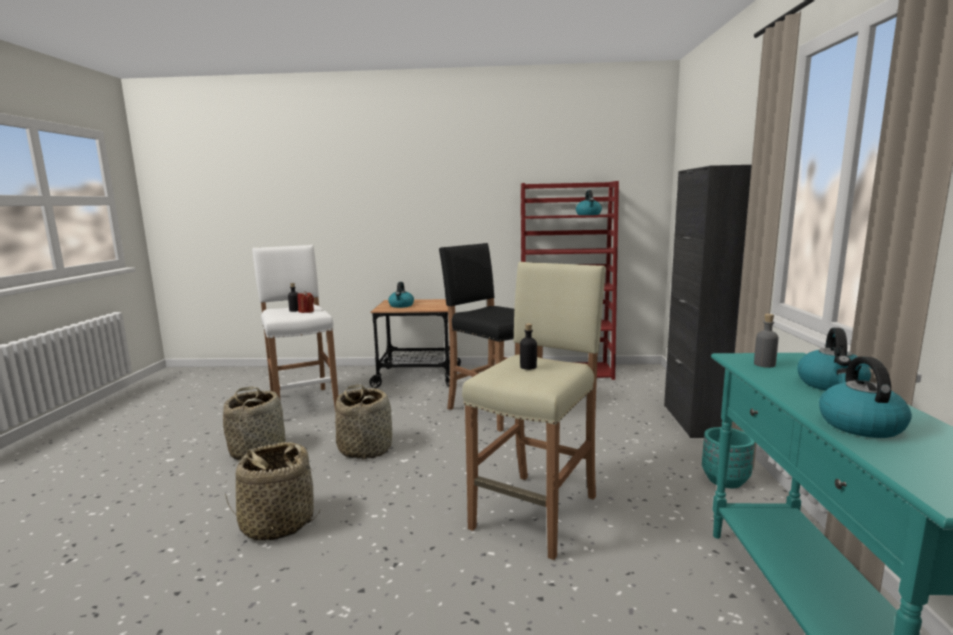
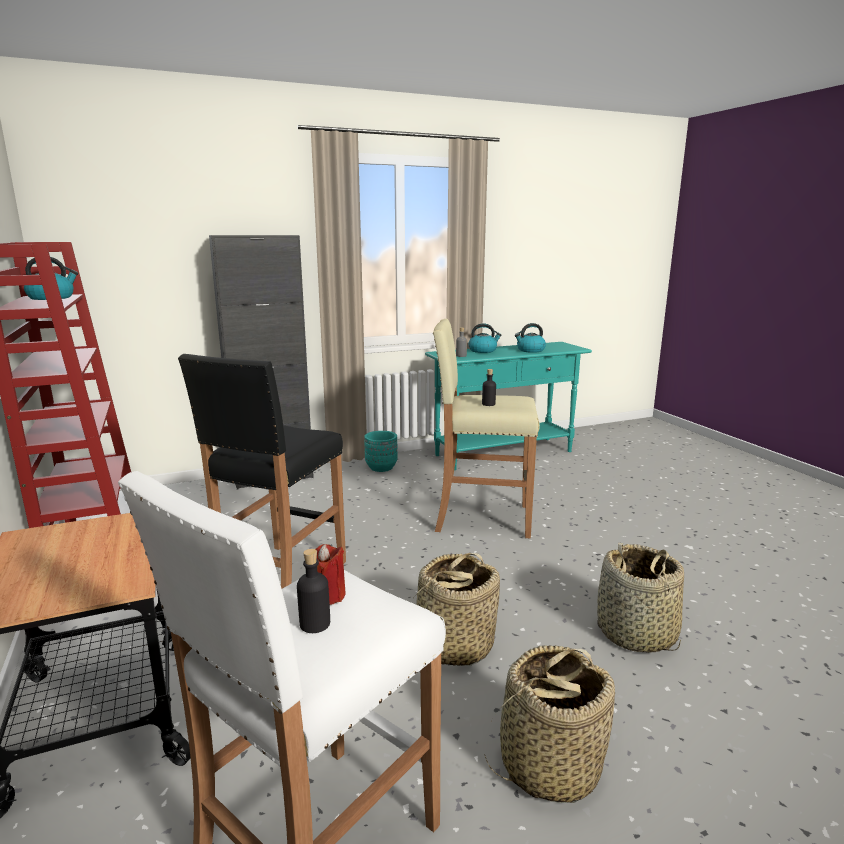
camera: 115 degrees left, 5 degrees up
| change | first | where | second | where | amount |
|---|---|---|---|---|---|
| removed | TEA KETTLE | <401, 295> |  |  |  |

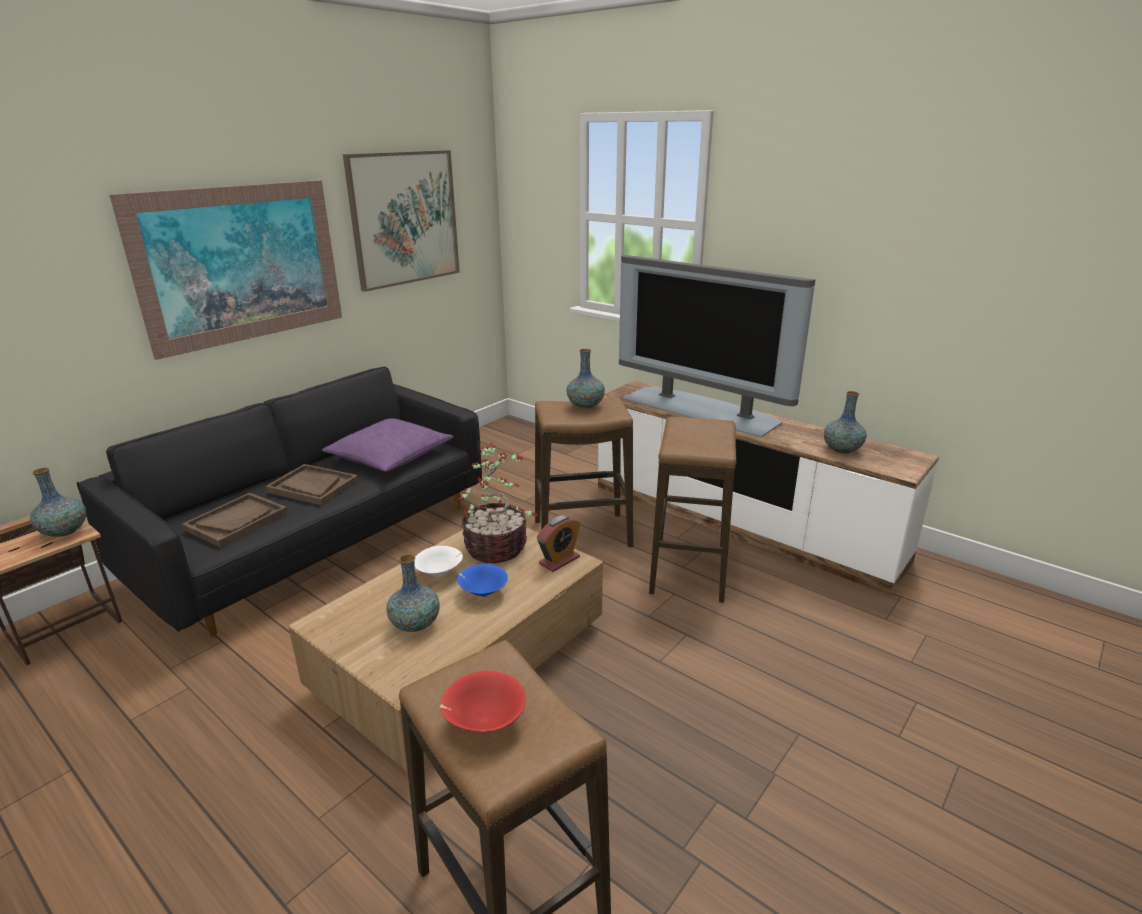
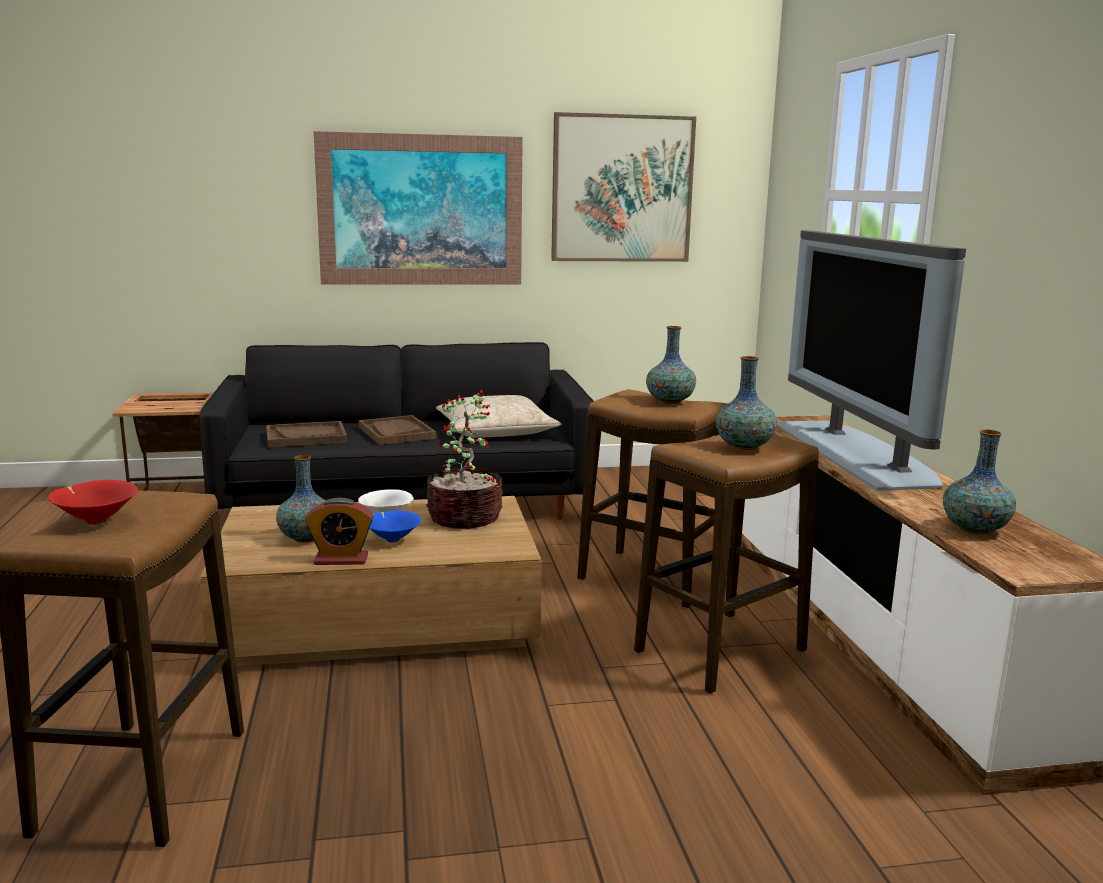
camera: 40 degrees right, 10 degrees down
| change | first | where | second | where | amount |
|---|---|---|---|---|---|
| moved | FLOWER VASE | <58, 502> |  | <746, 403> |  |
| recoloured | PURPLE PILLOW | <387, 445> | BEIGE PILLOW | <498, 416> |  |
| moved | TABLE CLOCK | <559, 543> |  | <339, 531> |  |

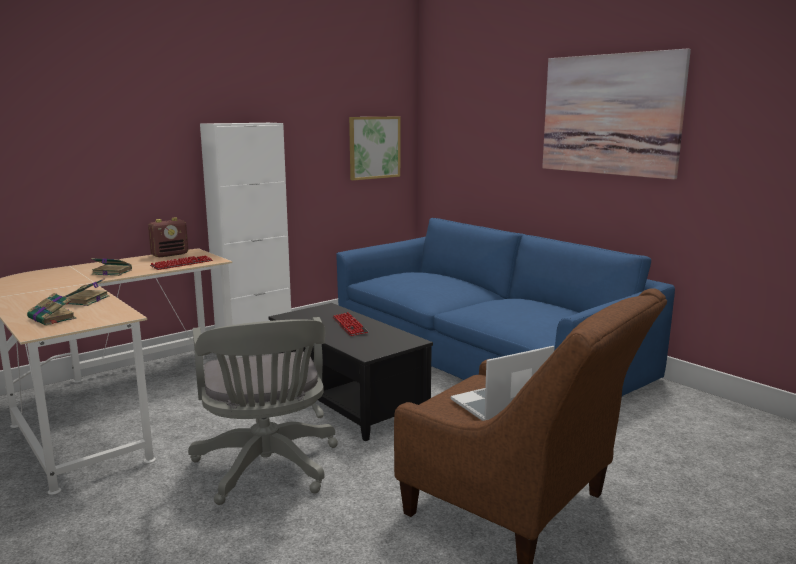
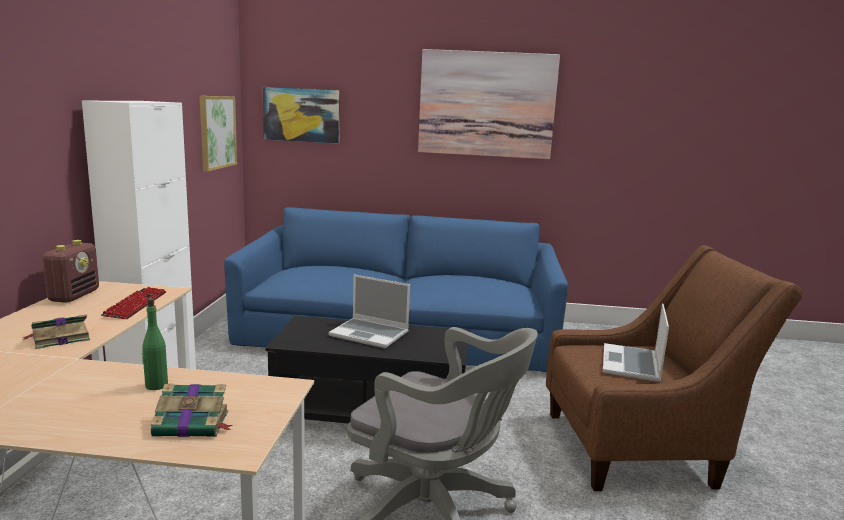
camera: 45 degrees left, 0 degrees up
| change | first | where | second | where | amount |
|---|---|---|---|---|---|
| replaced | BOOK | <86, 292> | GREENISH BEVERAGE BOTTLE | <155, 344> |  |
| replaced | COMPUTER KEYBOARD | <350, 324> | PORTABLE COMPUTER | <369, 311> |  |
| added |  |  | WALL PICTURE | <301, 115> |  |

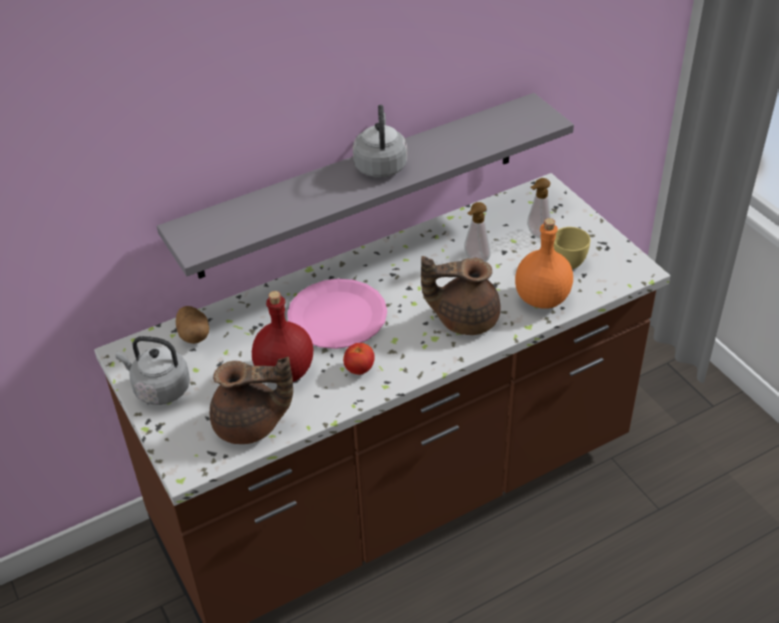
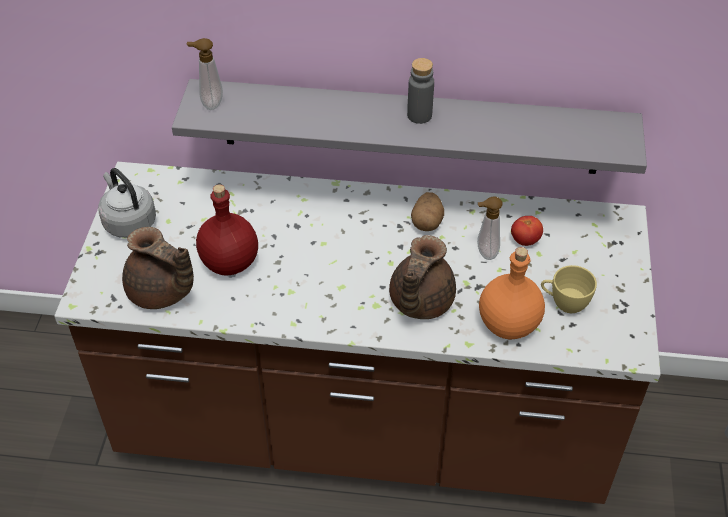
camera: 35 degrees right, 5 degrees up
| change | first | where | second | where | amount |
|---|---|---|---|---|---|
| moved | POTATO | <192, 325> |  | <427, 211> |  |
| removed | PINK-COLOURED DINNER PLATE | <337, 314> |  |  |  |
| moved | FRESH TOMATO | <359, 359> |  | <527, 231> |  |
| replaced | GRAY TEA KETTLE | <380, 141> | GRAY BEVERAGE BOTTLE | <420, 91> |  |
| turned | BROWN TEAPOT | <460, 295> |  | <422, 277> | 105 degrees counterclockwise |
| moved | SOAP BOTTLE | <539, 208> |  | <205, 74> |  |

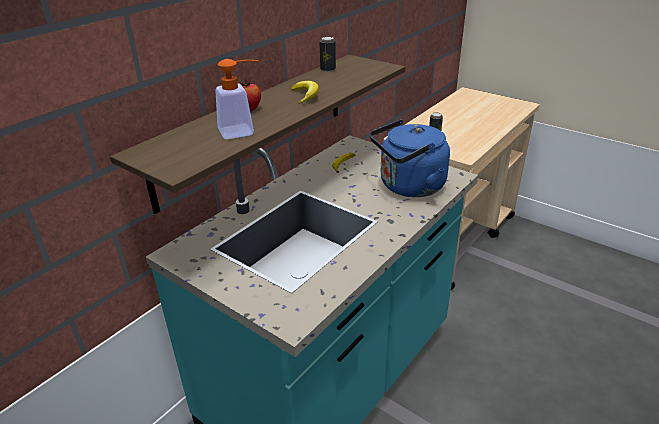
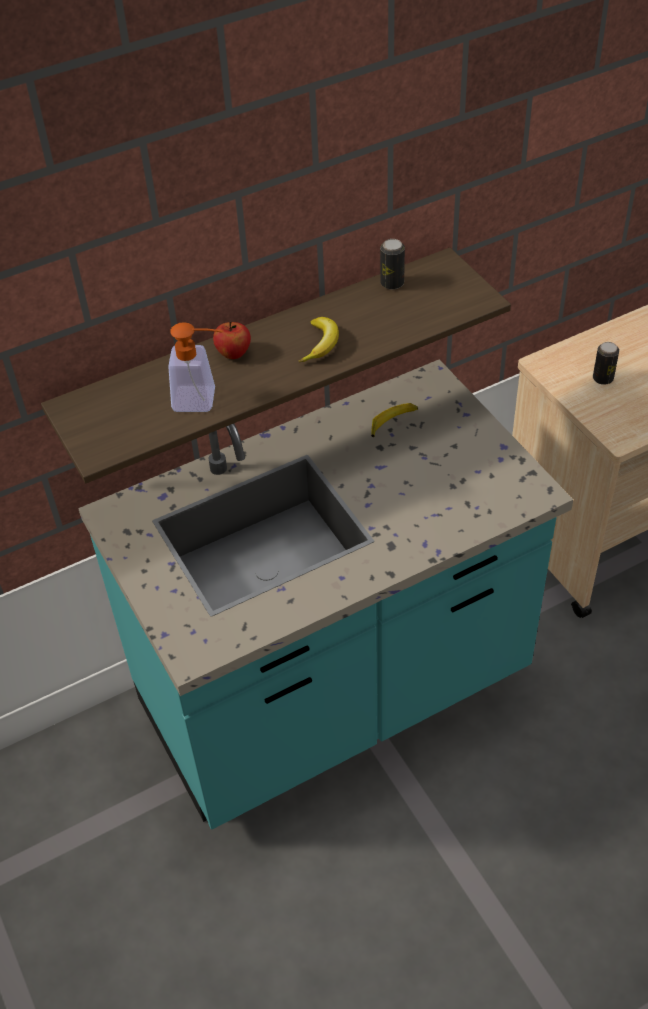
camera: 25 degrees right, 15 degrees up
| change | first | where | second | where | amount |
|---|---|---|---|---|---|
| removed | BLUISH TEA KETTLE | <409, 158> |  |  |  |

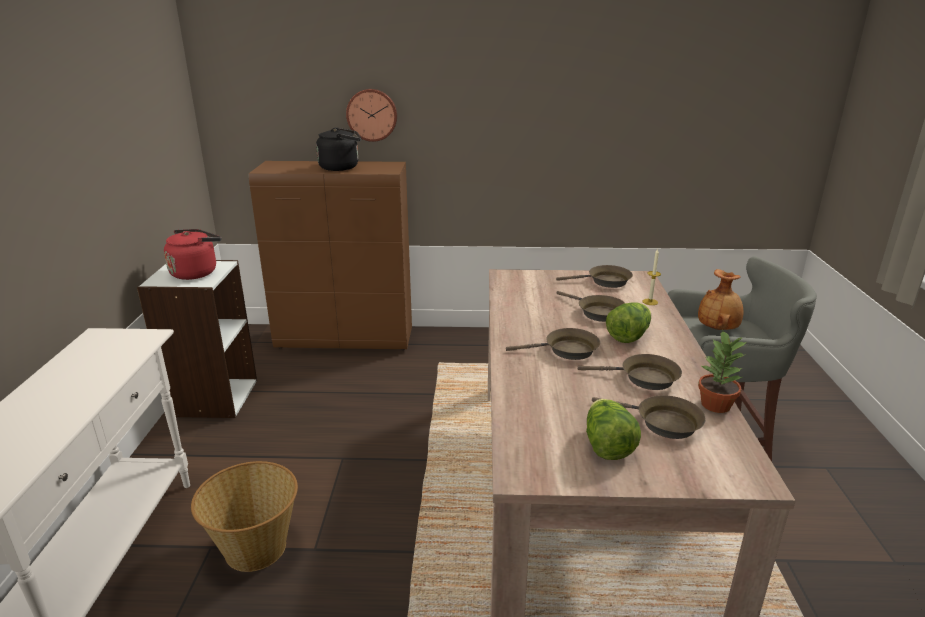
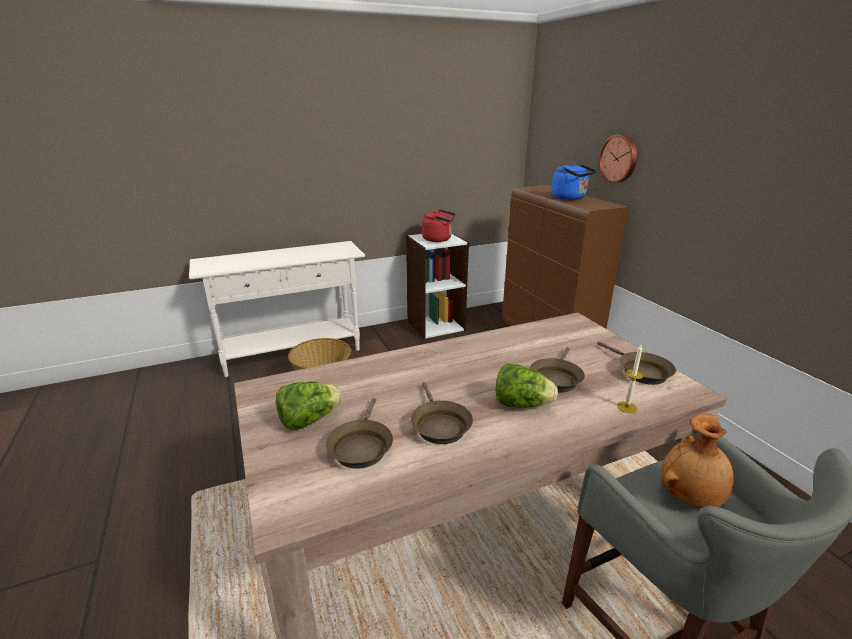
camera: 65 degrees right, 0 degrees up
| change | first | where | second | where | amount |
|---|---|---|---|---|---|
| recoloured | BLACK-COLOURED TEA KETTLE | <338, 149> | BLUISH TEA KETTLE | <574, 181> |  |
| removed | BROWN FRYING PAN | <553, 344> |  |  |  |
| removed | PLANT IN A POT | <722, 372> |  |  |  |

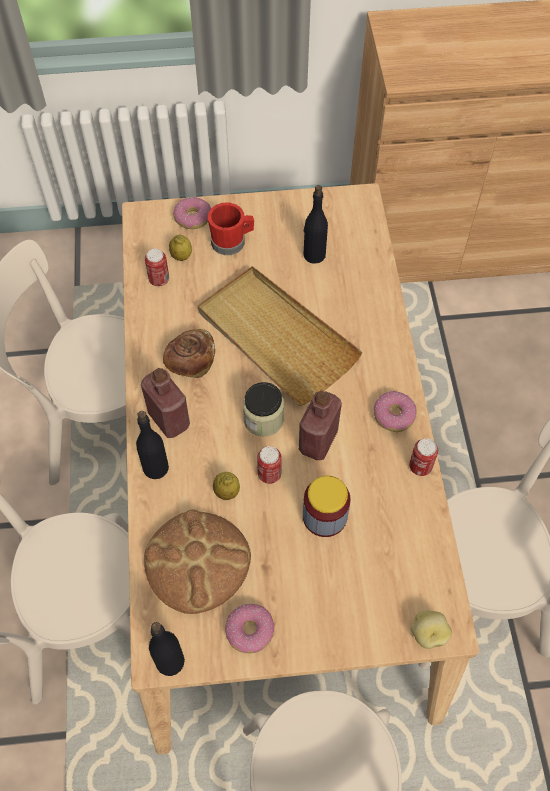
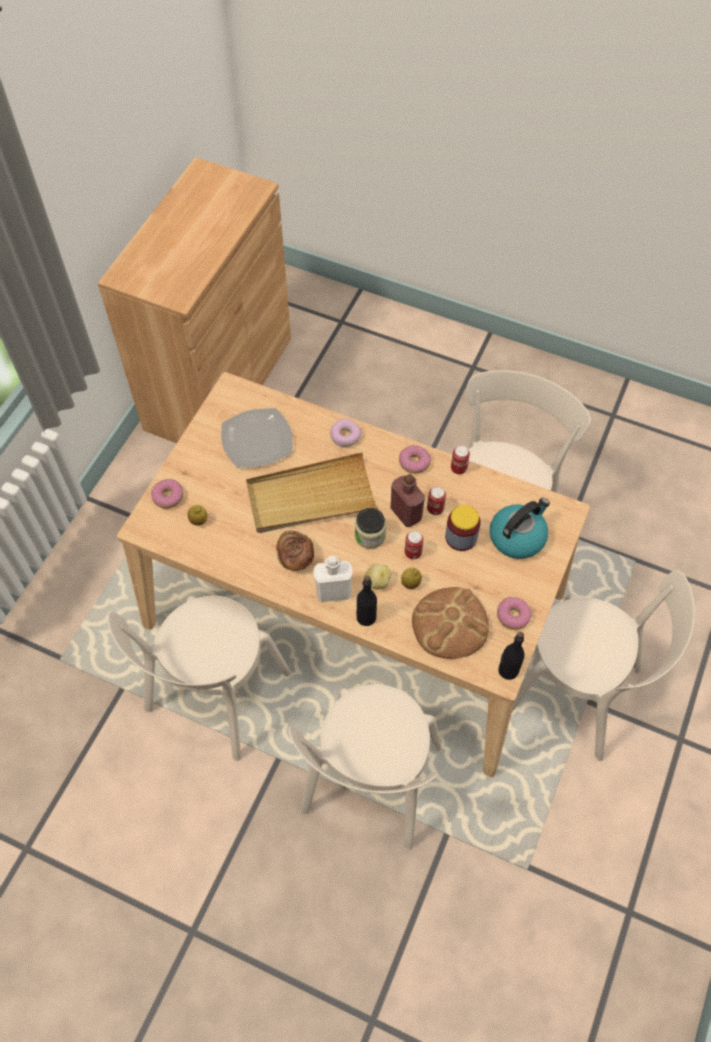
camera: 60 degrees left, 0 degrees up
| change | first | where | second | where | amount |
|---|---|---|---|---|---|
| recoloured | REDDISH BEVERAGE BOTTLE | <165, 403> | WHITISH BEVERAGE BOTTLE | <333, 579> |  |
| moved | SEALED CAN | <157, 267> |  | <436, 500> |  |
| removed | REDDISH TEA MUG | <231, 229> |  |  |  |
| replaced | BLACK-COLOURED BEVERAGE BOTTLE | <316, 224> | DINNER PLATE | <257, 438> |  |
| moved | POTATO | <431, 630> |  | <377, 577> |  |
| added |  |  | RING DOUGHNUT | <346, 433> |  |
| added |  |  | TEA KETTLE | <520, 528> |  |

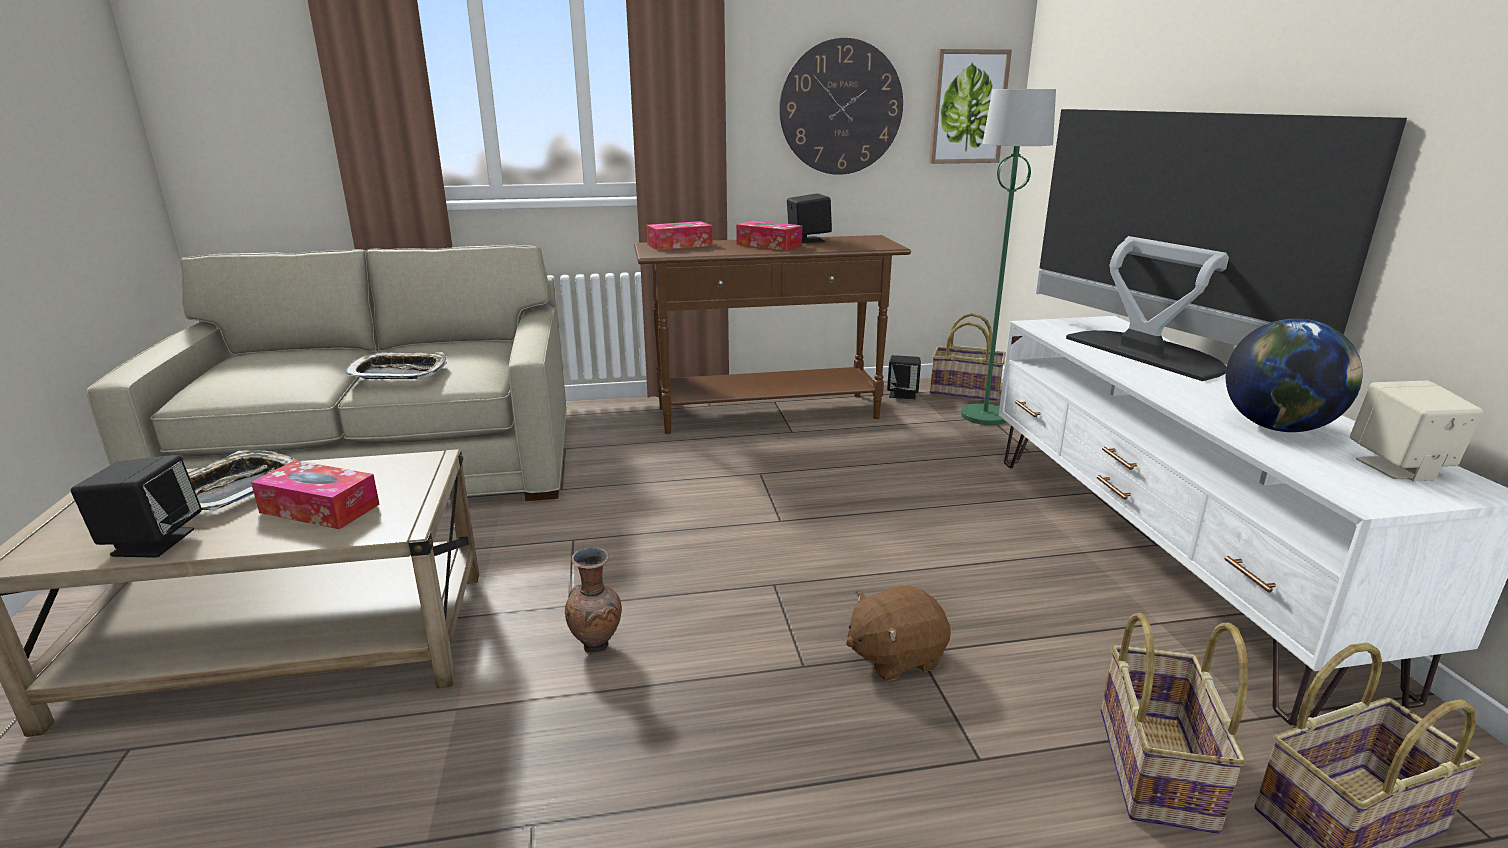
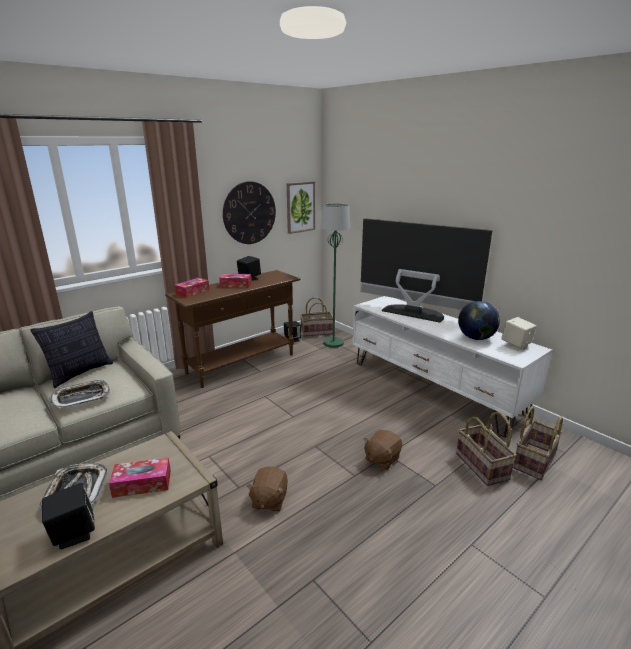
camera: 30 degrees left, 0 degrees up
| change | first | where | second | where | amount |
|---|---|---|---|---|---|
| replaced | BROWN FLOWER VASE | <593, 600> | BROWN CUDDLY TOY | <267, 489> |  |
| added |  |  | PILLOW | <71, 349> |  |

